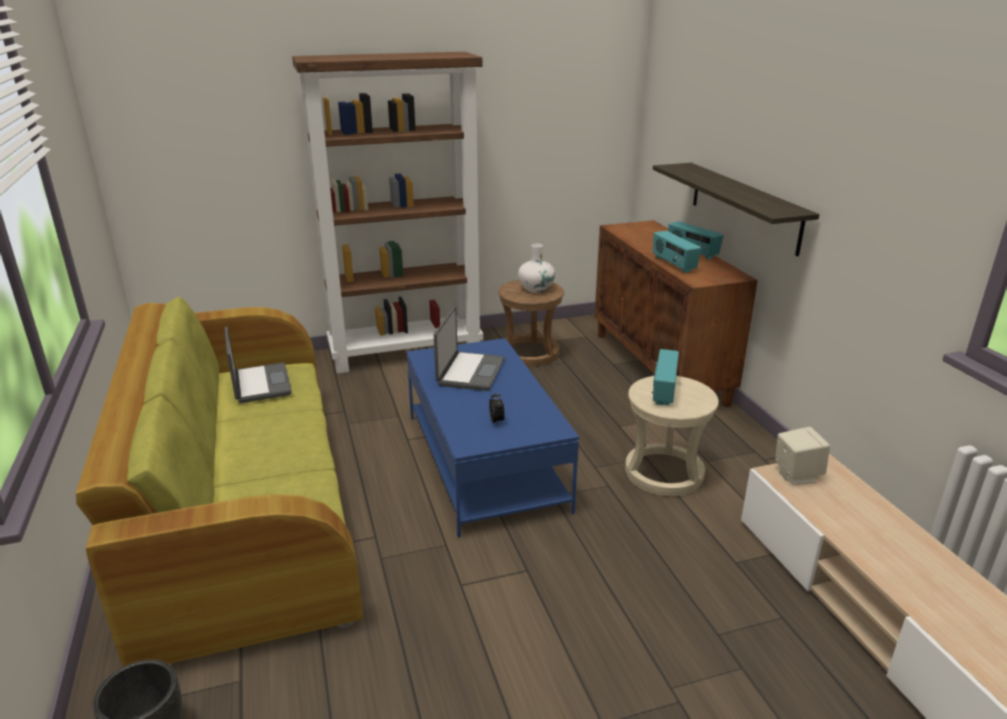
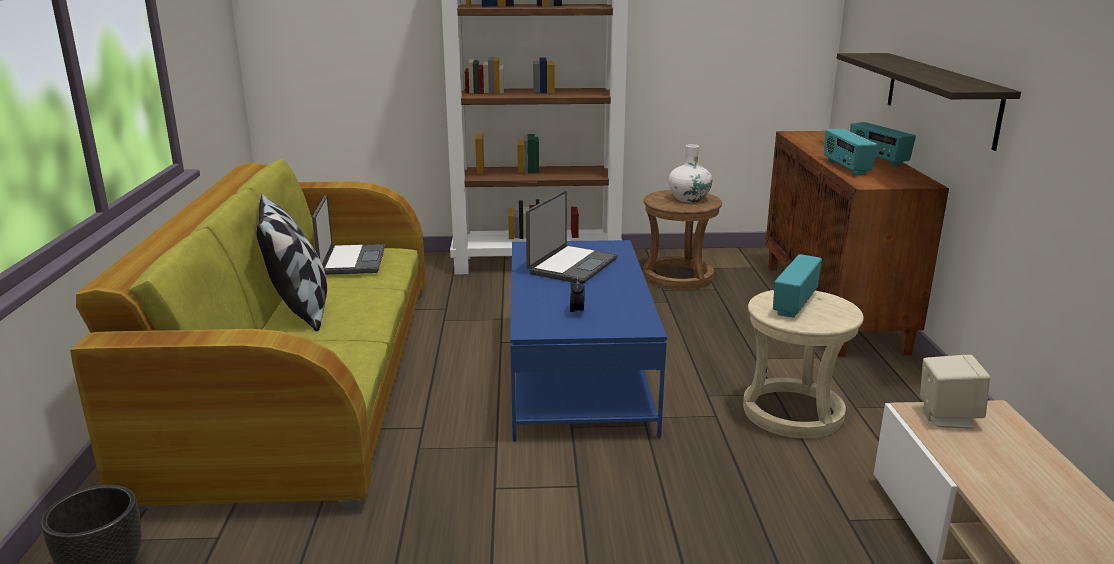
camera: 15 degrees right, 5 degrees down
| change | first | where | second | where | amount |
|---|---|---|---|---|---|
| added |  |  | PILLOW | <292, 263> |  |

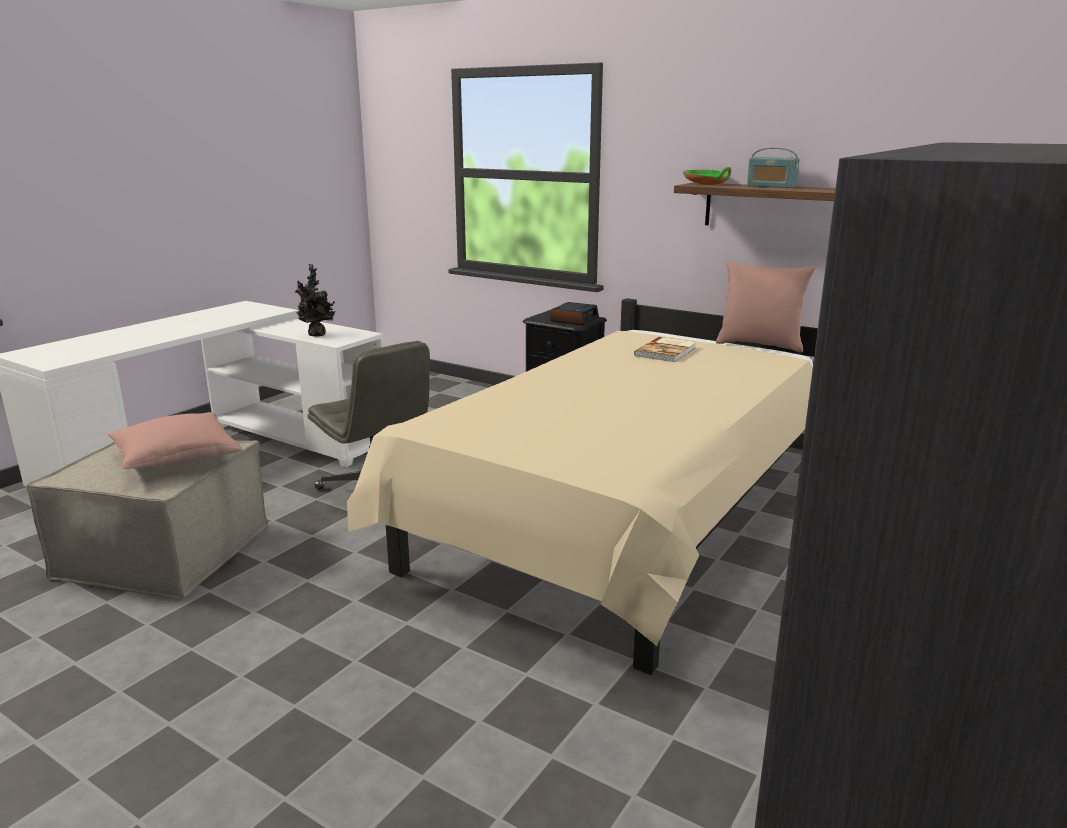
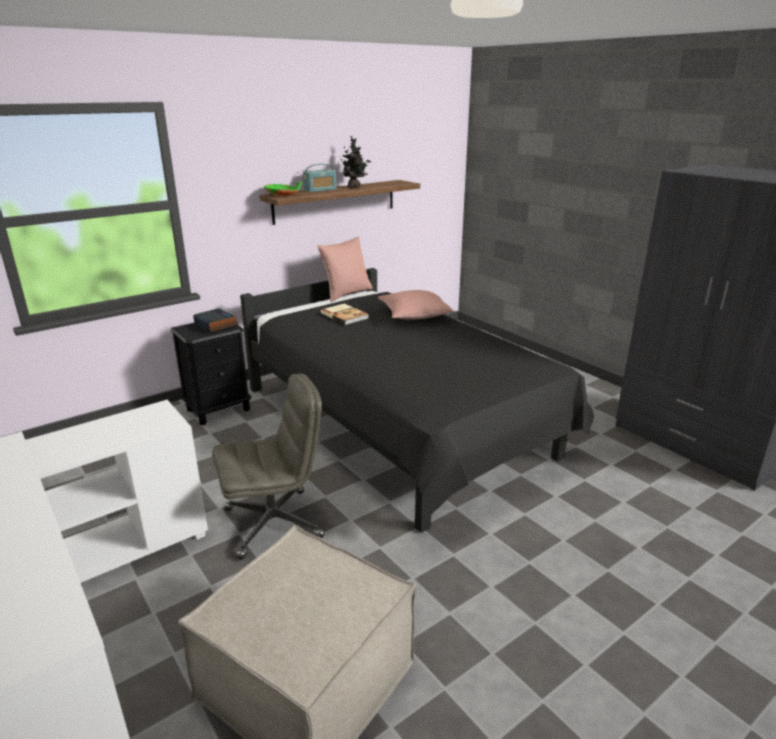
camera: 70 degrees left, 5 degrees up
| change | first | where | second | where | amount |
|---|---|---|---|---|---|
| moved | PINK-COLOURED PILLOW | <175, 440> |  | <416, 305> |  |
| moved | PLANT IN A POT | <315, 300> |  | <356, 162> |  |
| recoloured | BEIGE SLEEPING BED | <582, 486> | BLACK-COLOURED SLEEPING BED | <417, 400> |  |

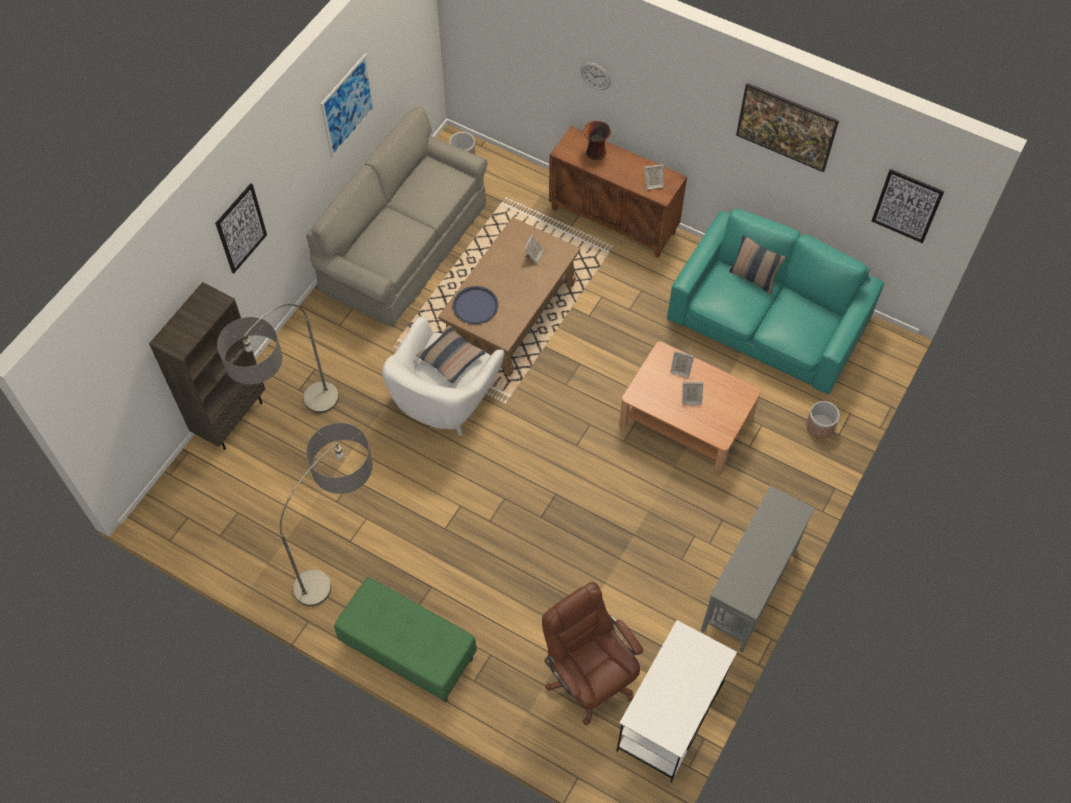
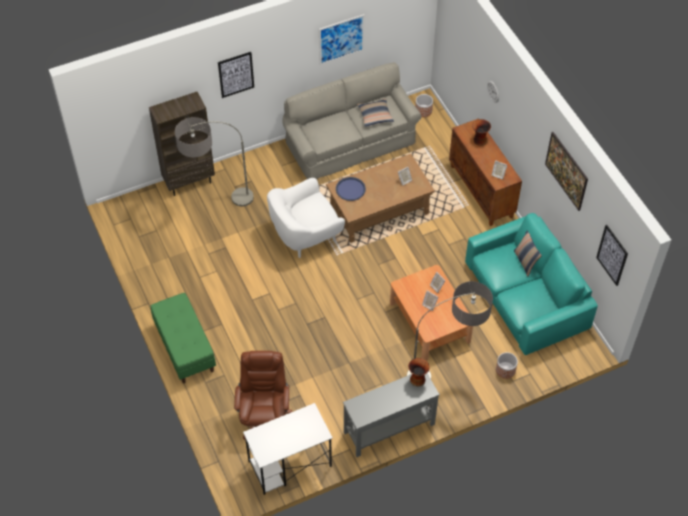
camera: 35 degrees right, 5 degrees down
| change | first | where | second | where | amount |
|---|---|---|---|---|---|
| moved | STANDARD LAMP | <326, 514> |  | <450, 330> |  |
| moved | PILLOW | <450, 354> |  | <375, 113> |  |
| added |  |  | FLOWER VASE | <419, 372> |  |

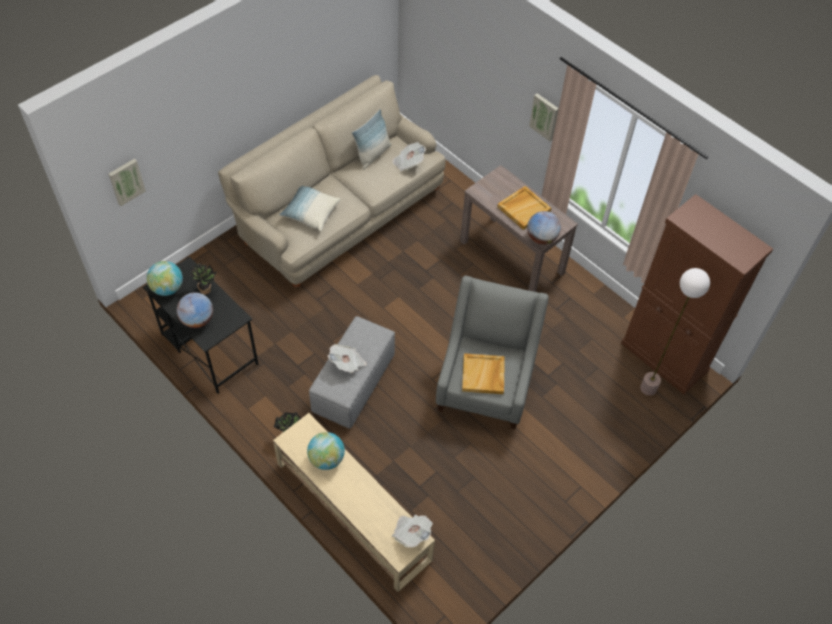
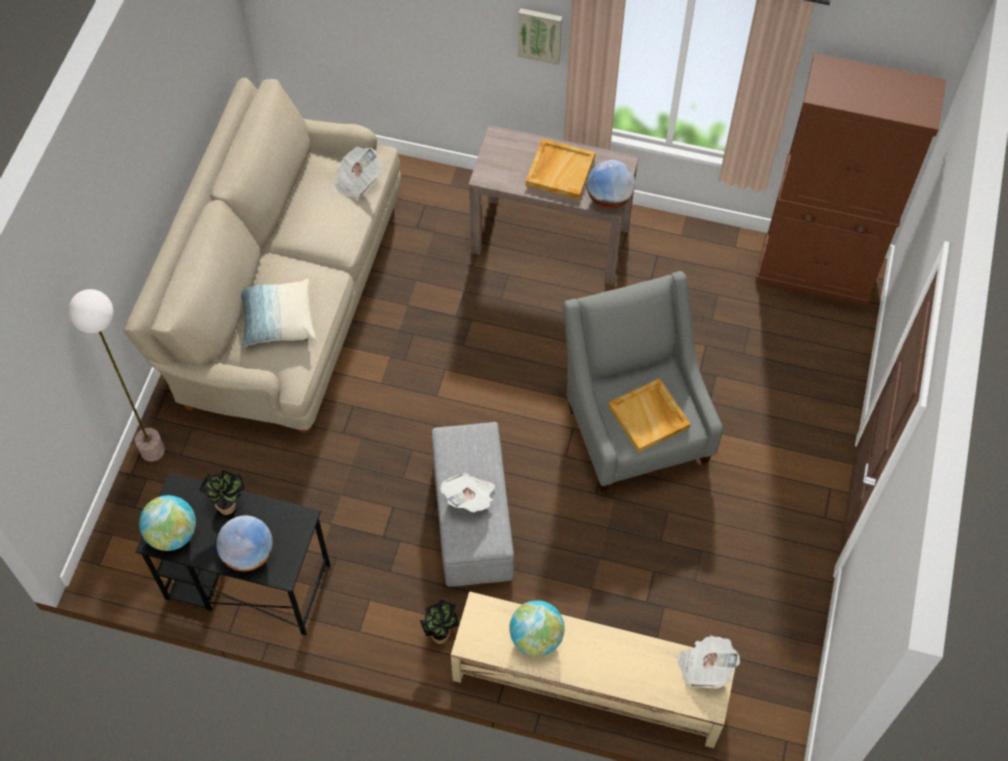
camera: 30 degrees left, 5 degrees up
| change | first | where | second | where | amount |
|---|---|---|---|---|---|
| removed | WALL PICTURE | <127, 182> |  |  |  |
| removed | PILLOW | <372, 139> |  |  |  |
| moved | STANDARD LAMP | <675, 331> |  | <116, 375> |  |

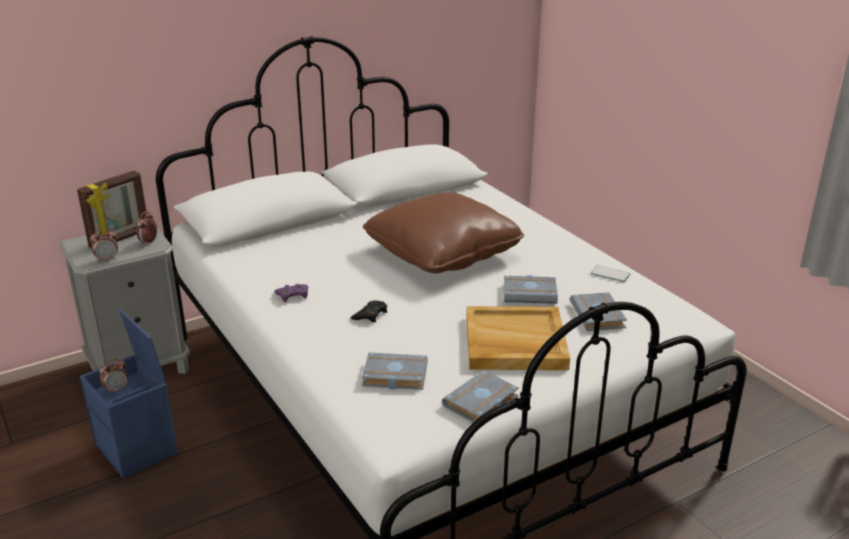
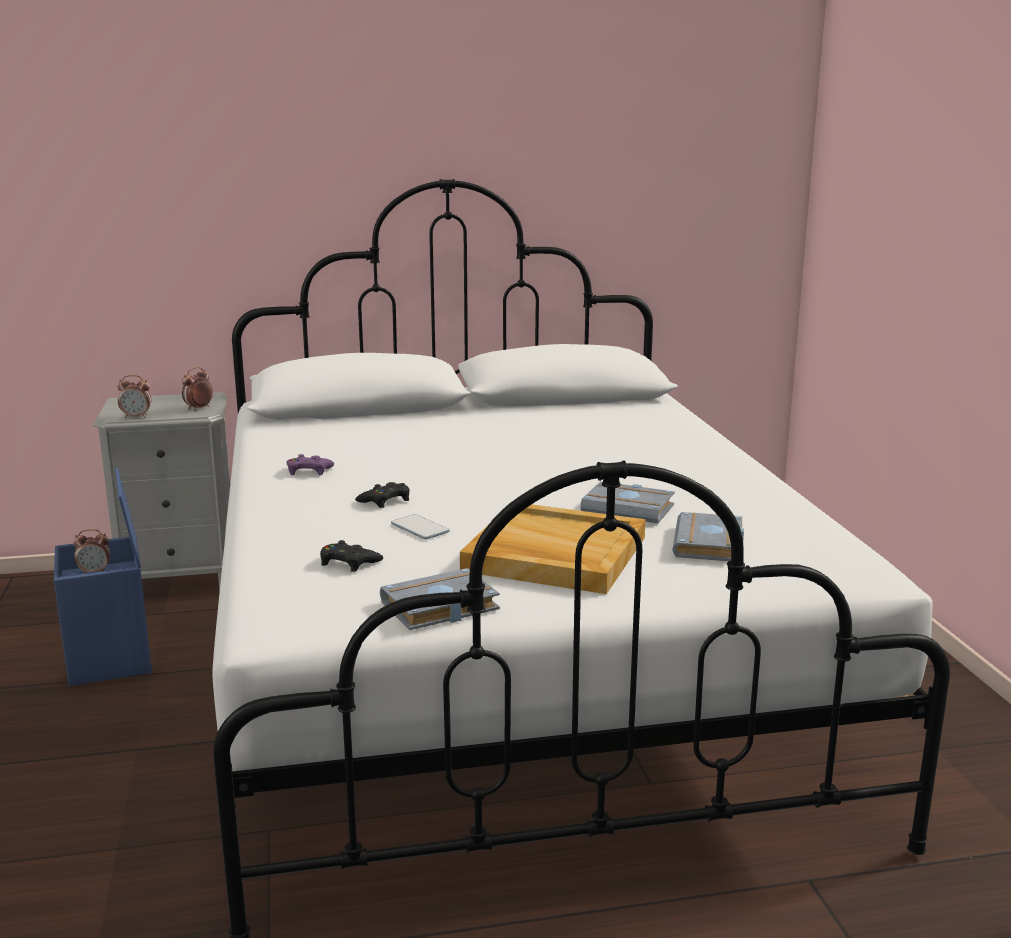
camera: 20 degrees right, 10 degrees down
| change | first | where | second | where | amount |
|---|---|---|---|---|---|
| removed | PICTURE FRAME | <112, 210> |  |  |  |
| replaced | GRAY BOOK | <395, 371> | BLACK-COLOURED GAMEPAD | <351, 556> |  |
| removed | BROWN PILLOW | <443, 232> |  |  |  |
| moved | PHONE | <610, 273> |  | <420, 526> |  |

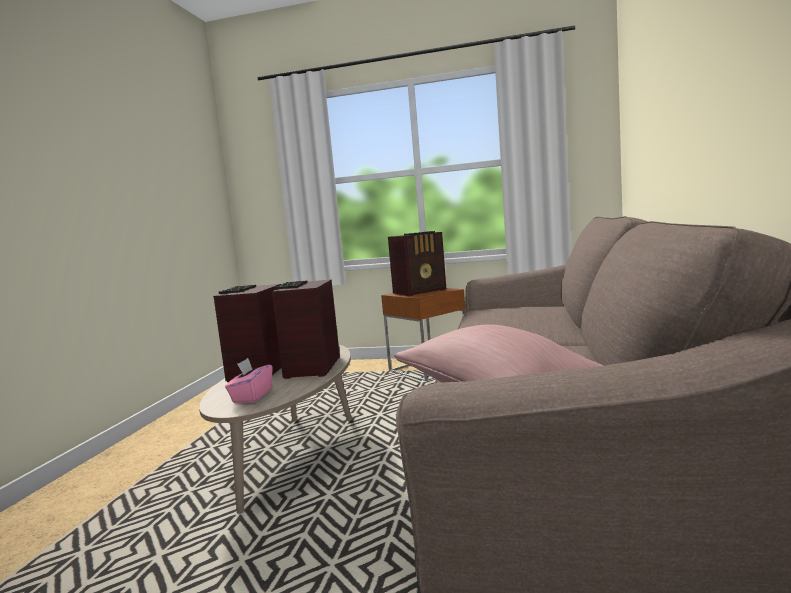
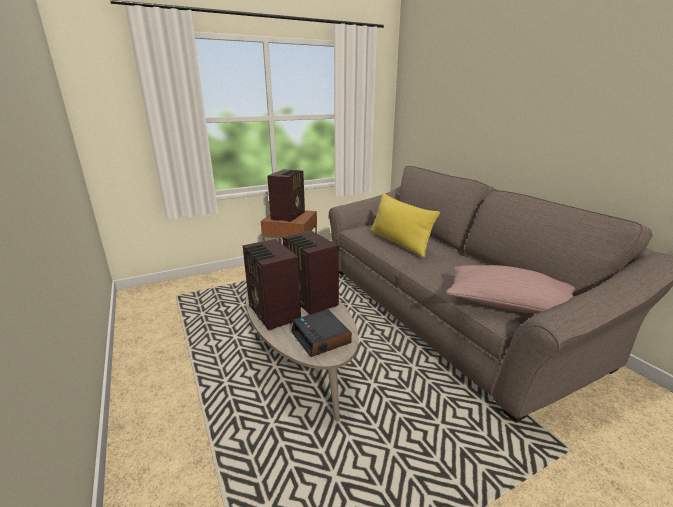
camera: 40 degrees left, 15 degrees up
| change | first | where | second | where | amount |
|---|---|---|---|---|---|
| replaced | PINK-COLOURED TISSUE HOLDER | <248, 380> | TABLE CLOCK | <321, 333> |  |
| added |  |  | YELLOW PILLOW | <405, 225> |  |

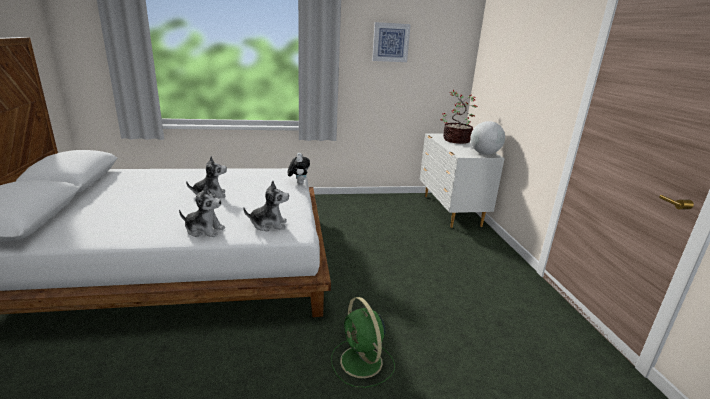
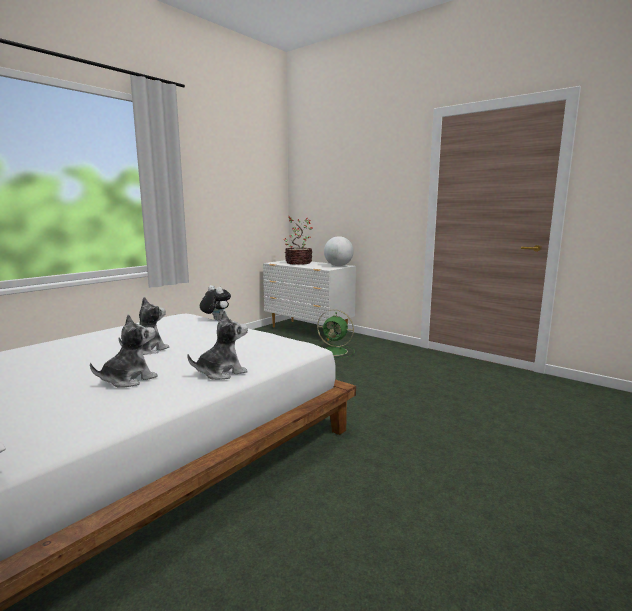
camera: 40 degrees left, 10 degrees down
| change | first | where | second | where | amount |
|---|---|---|---|---|---|
| moved | CUDDLY TOY | <266, 206> |  | <124, 351> |  |
| moved | GREENISH ELECTRIC FAN | <363, 342> |  | <336, 333> |  |
| removed | WALL PICTURE | <391, 42> |  |  |  |

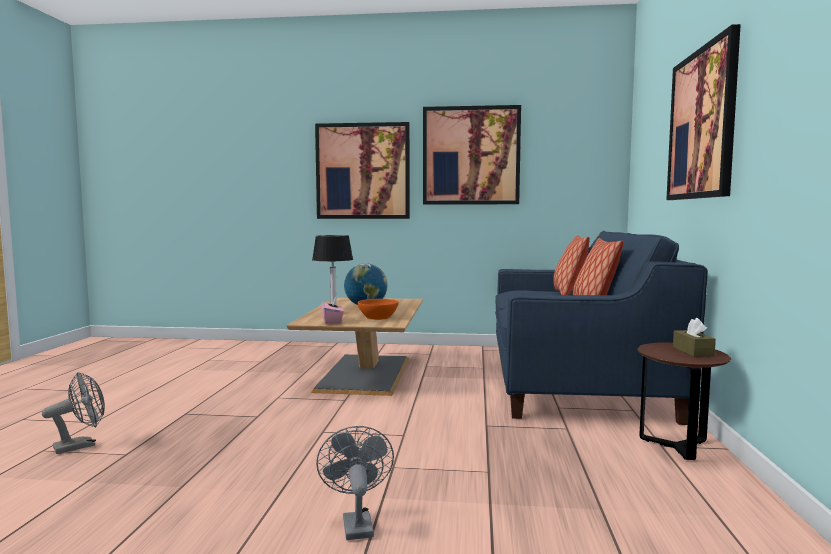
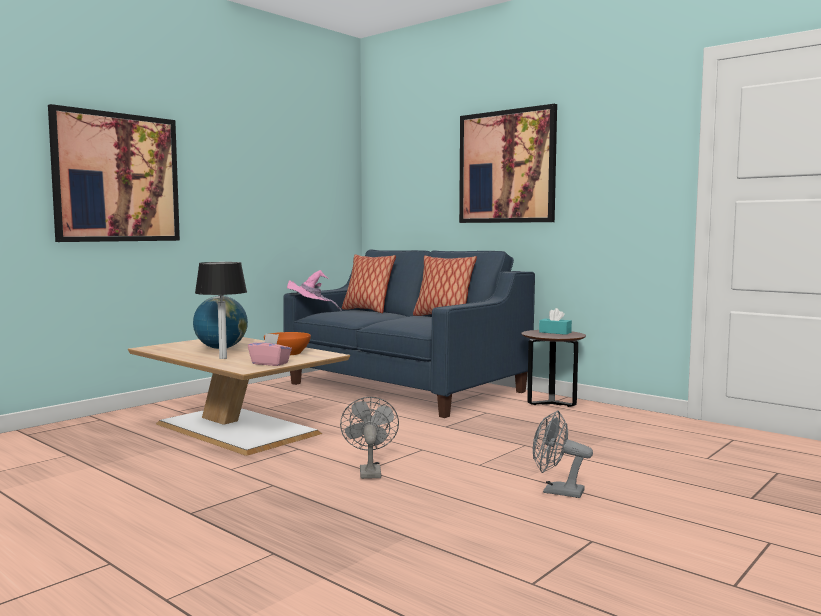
camera: 55 degrees left, 0 degrees up
| change | first | where | second | where | amount |
|---|---|---|---|---|---|
| moved | GRAY ELECTRIC FAN | <73, 413> |  | <369, 438> |  |
| removed | WALL PICTURE | <472, 154> |  |  |  |
| recoloured | BROWN TISSUE HOLDER | <694, 337> | TURQUOISE-COLOURED TISSUE HOLDER | <555, 321> |  |
| added |  |  | PINK-COLOURED CLOTHING HAT | <314, 290> |  |

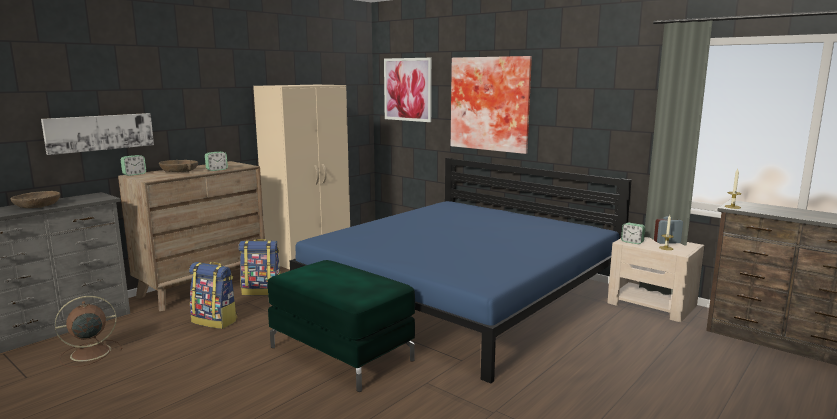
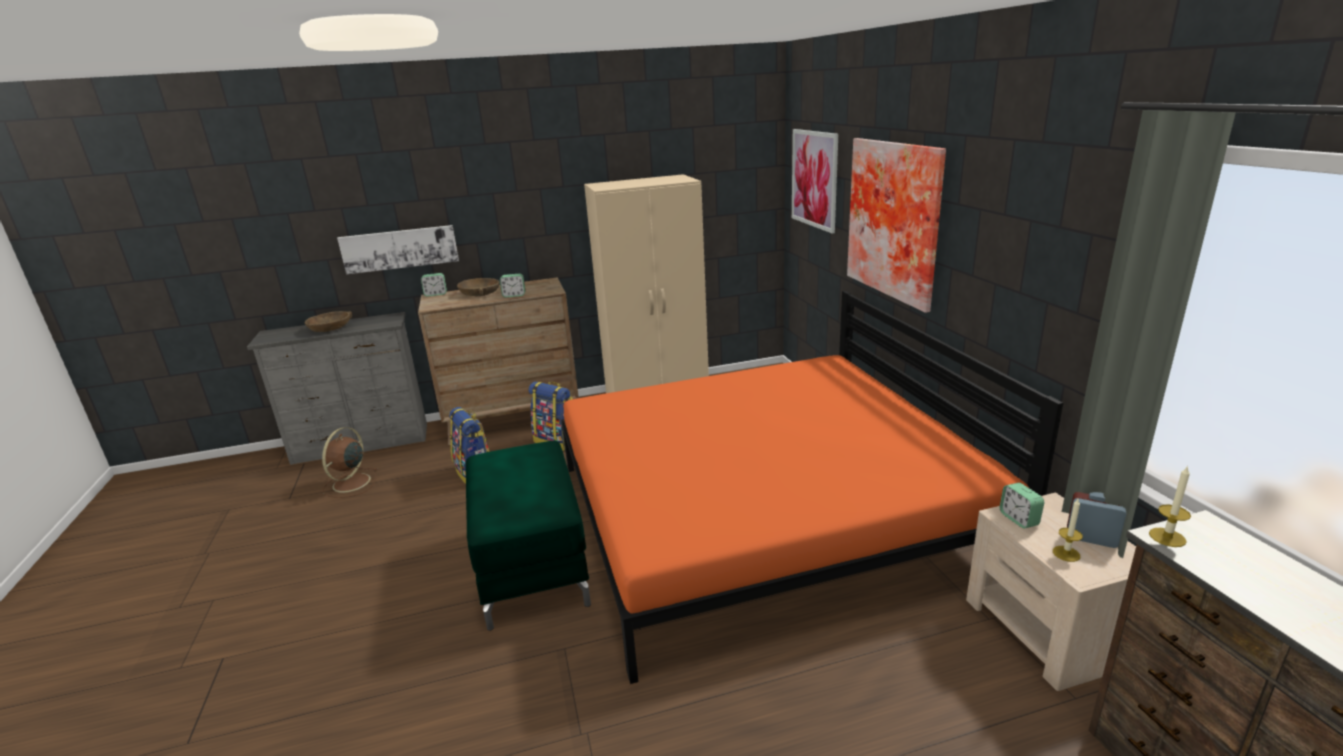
camera: 35 degrees right, 10 degrees up
| change | first | where | second | where | amount |
|---|---|---|---|---|---|
| turned | BROWN ELECTRIC FAN | <89, 331> |  | <349, 462> | 75 degrees counterclockwise |
| recoloured | BLUISH SLEEPING BED | <460, 271> | ORANGE SLEEPING BED | <812, 487> |  |

